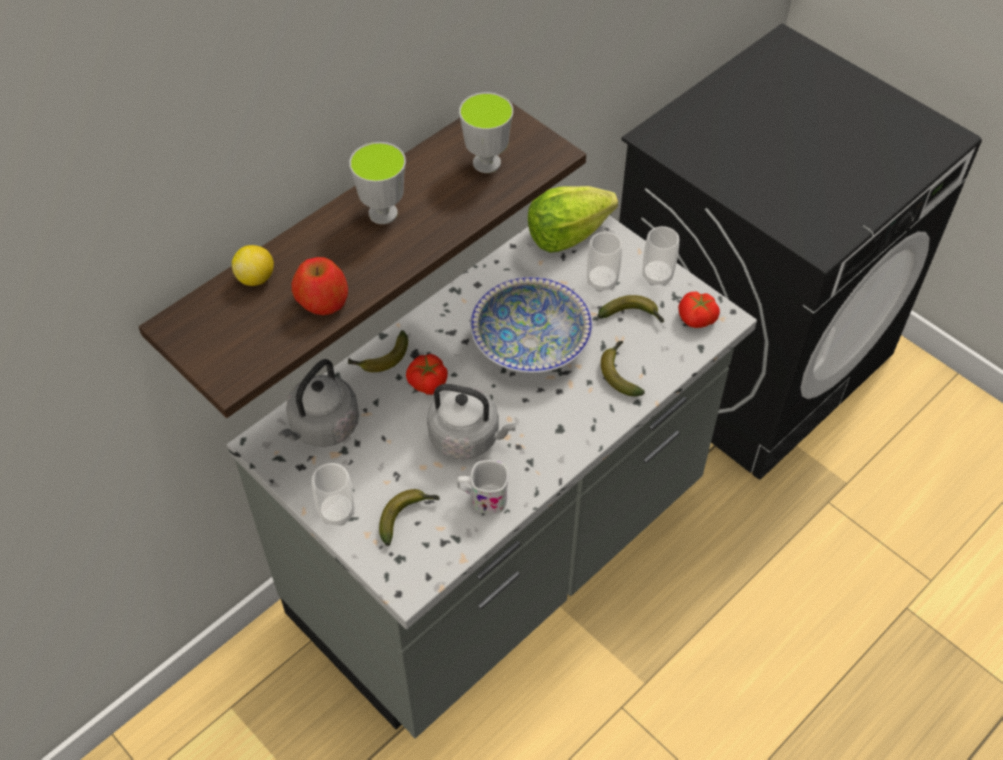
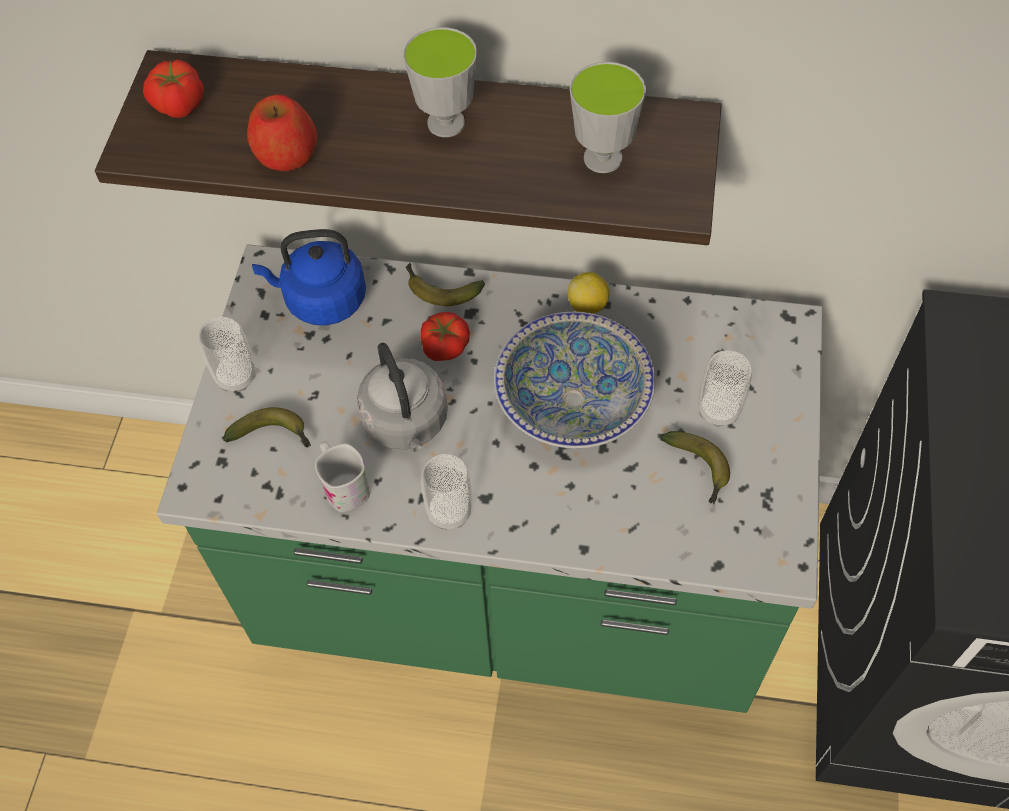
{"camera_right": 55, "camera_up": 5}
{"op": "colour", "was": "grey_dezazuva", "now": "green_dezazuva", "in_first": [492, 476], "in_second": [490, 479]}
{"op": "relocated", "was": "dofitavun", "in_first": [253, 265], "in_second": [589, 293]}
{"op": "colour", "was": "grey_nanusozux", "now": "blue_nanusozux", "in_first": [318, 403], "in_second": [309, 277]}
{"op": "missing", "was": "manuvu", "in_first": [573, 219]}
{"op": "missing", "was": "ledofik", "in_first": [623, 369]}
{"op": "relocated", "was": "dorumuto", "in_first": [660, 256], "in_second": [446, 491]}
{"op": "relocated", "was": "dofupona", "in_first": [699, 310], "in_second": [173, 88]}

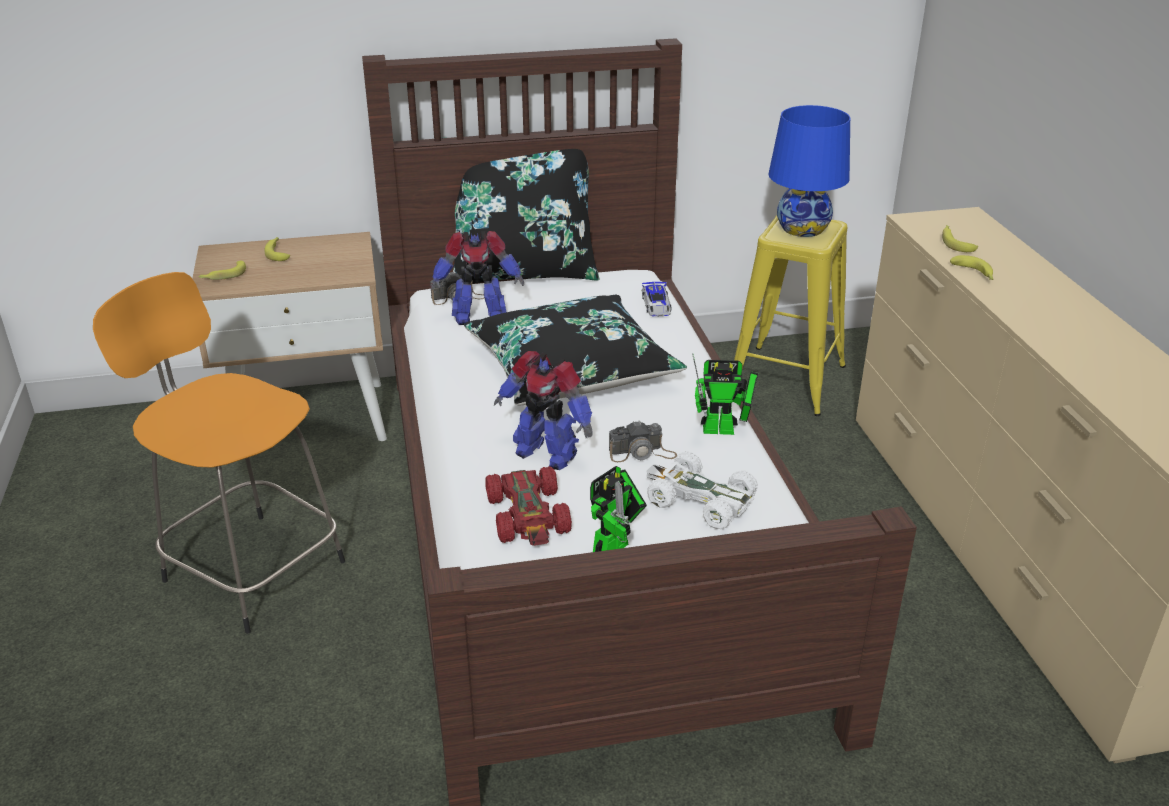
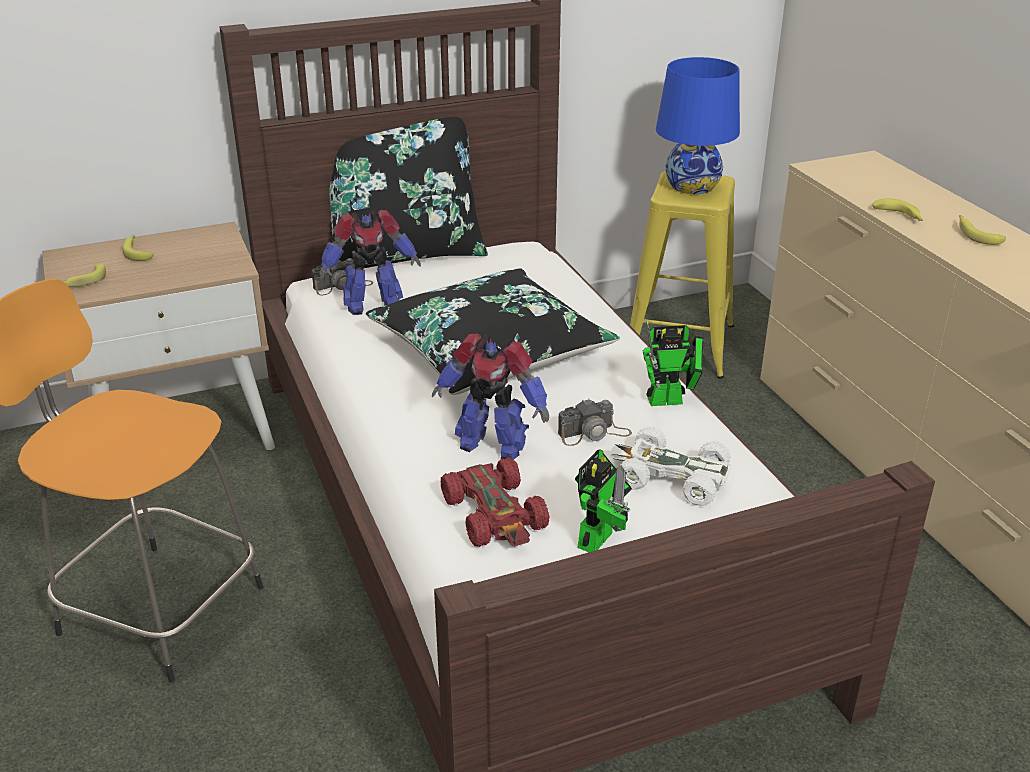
{"camera_right": -10, "camera_up": 0}
{"op": "missing", "was": "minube", "in_first": [656, 299]}
{"op": "relocated", "was": "ledofik", "in_first": [960, 238], "in_second": [982, 230]}

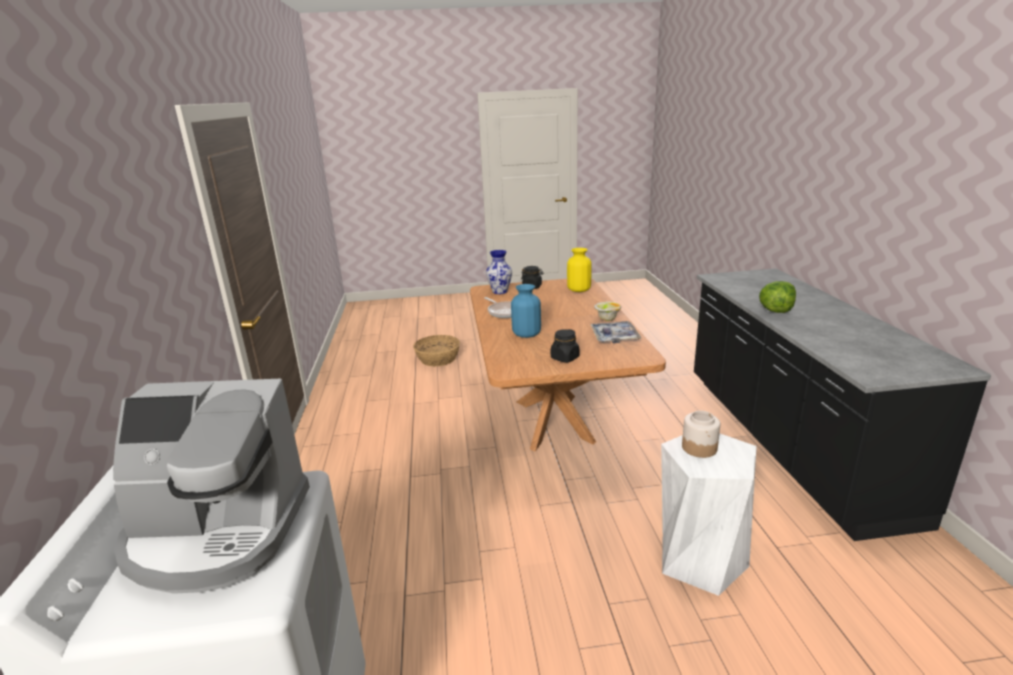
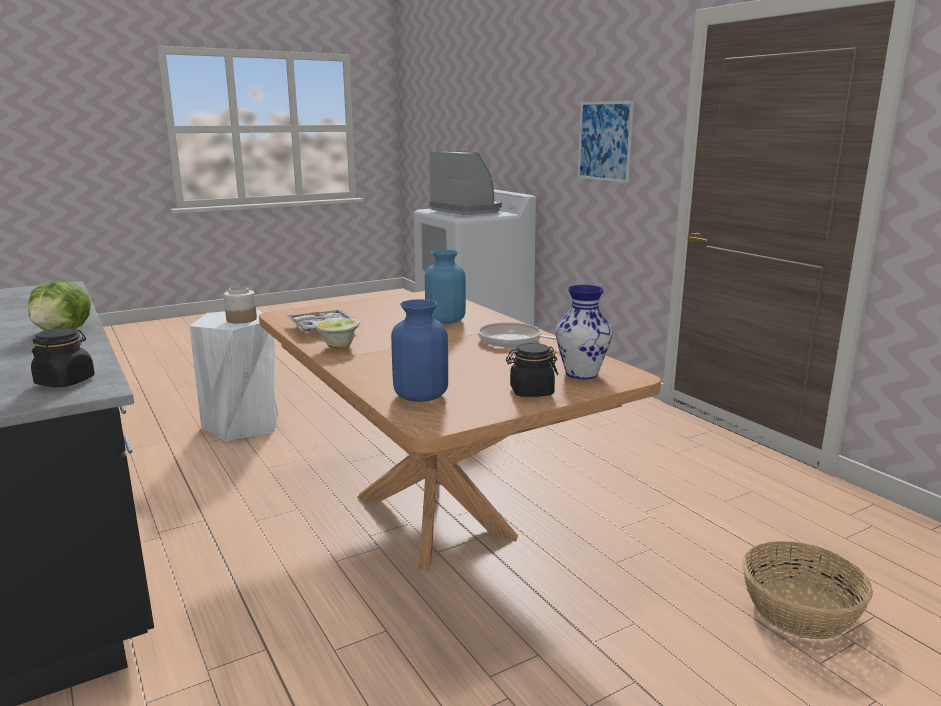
{"camera_right": 155, "camera_up": -5}
{"op": "spun", "was": "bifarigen", "in_first": [211, 486], "in_second": [465, 183], "clockwise": 75}
{"op": "relocated", "was": "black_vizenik", "in_first": [565, 346], "in_second": [63, 357]}
{"op": "colour", "was": "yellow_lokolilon", "now": "blue_lokolilon", "in_first": [579, 270], "in_second": [419, 350]}
{"op": "appeared", "now": "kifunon", "in_second": [606, 142]}

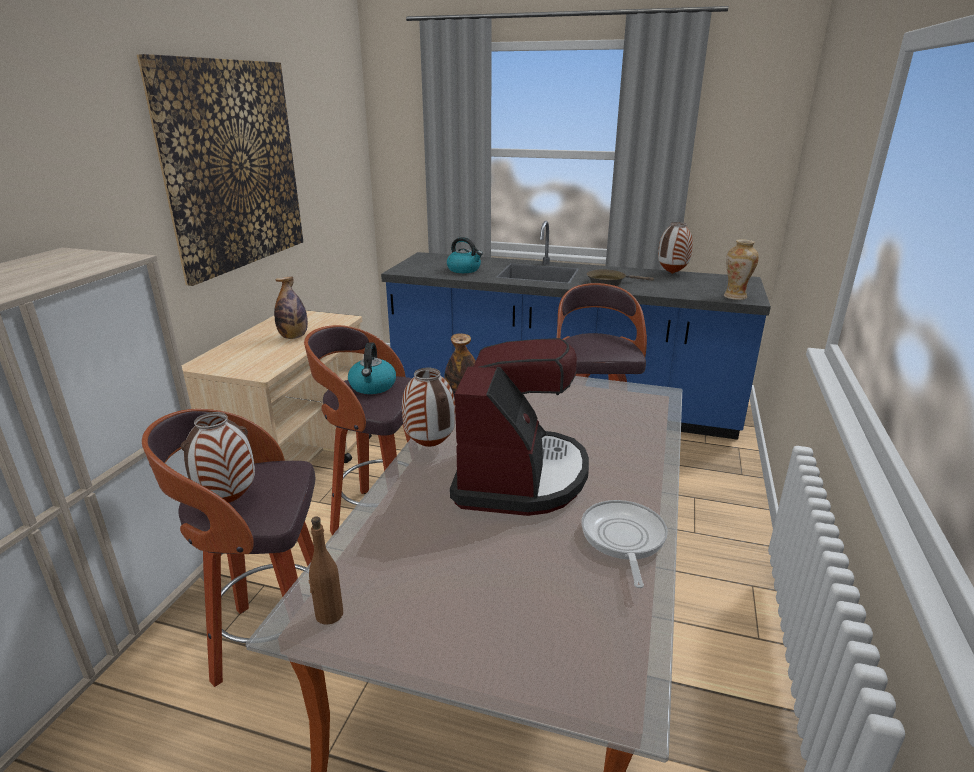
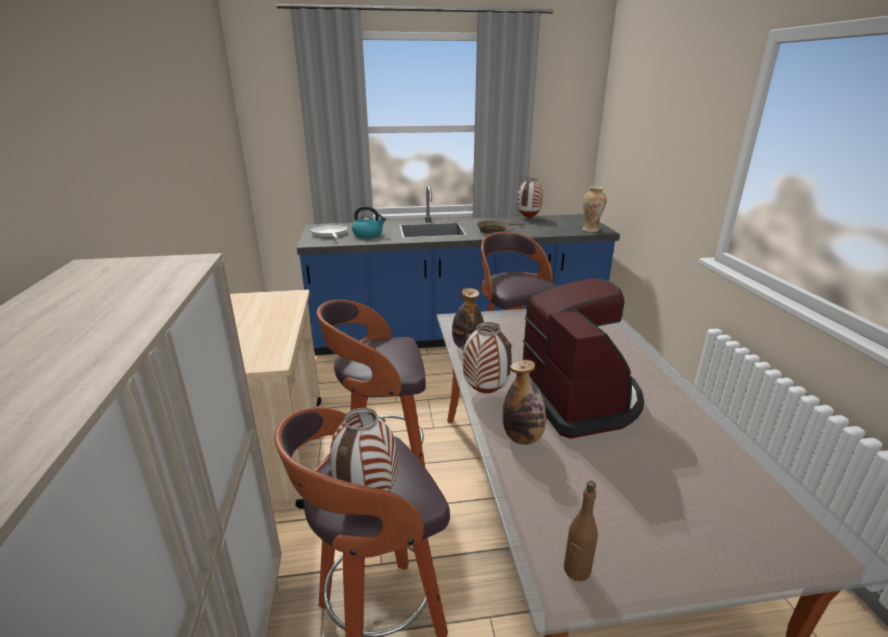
{"camera_right": -25, "camera_up": 0}
{"op": "missing", "was": "kifunon", "in_first": [220, 170]}
{"op": "relocated", "was": "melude", "in_first": [291, 308], "in_second": [524, 402]}
{"op": "missing", "was": "nanusozux", "in_first": [372, 368]}
{"op": "relocated", "was": "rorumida", "in_first": [624, 544], "in_second": [329, 231]}

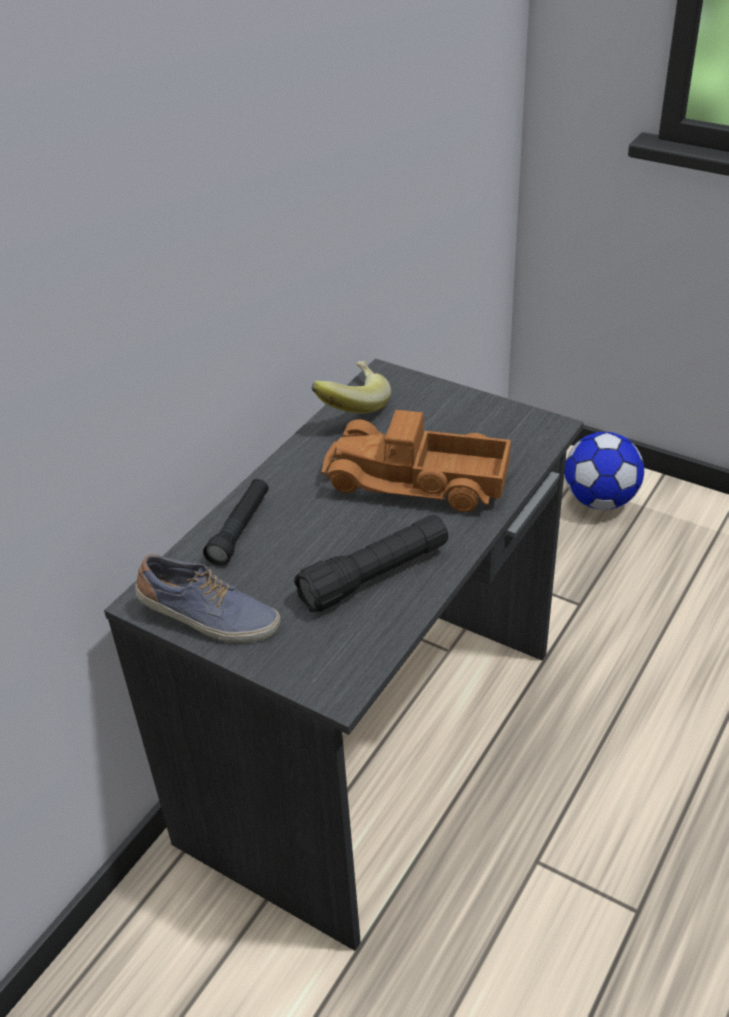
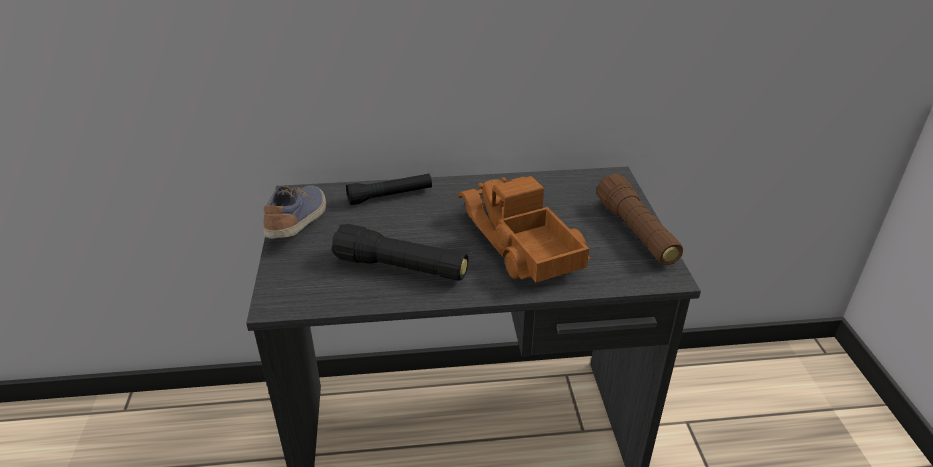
{"camera_right": 50, "camera_up": -5}
{"op": "spun", "was": "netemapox", "in_first": [208, 598], "in_second": [295, 212], "clockwise": -150}
{"op": "missing", "was": "ledofik", "in_first": [351, 387]}
{"op": "missing", "was": "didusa", "in_first": [604, 471]}
{"op": "appeared", "now": "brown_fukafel", "in_second": [640, 219]}

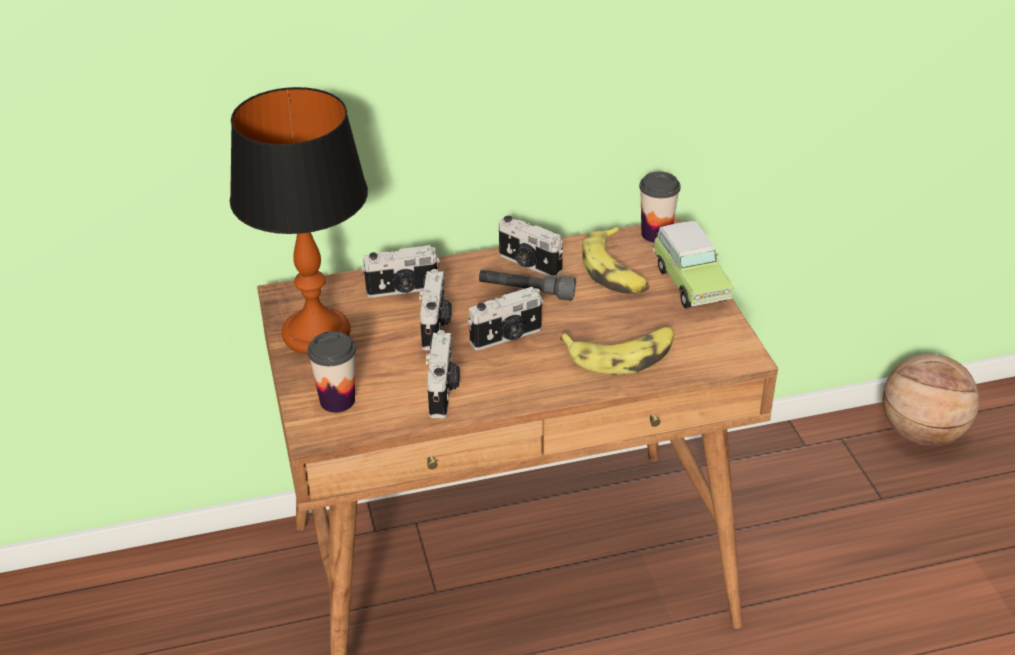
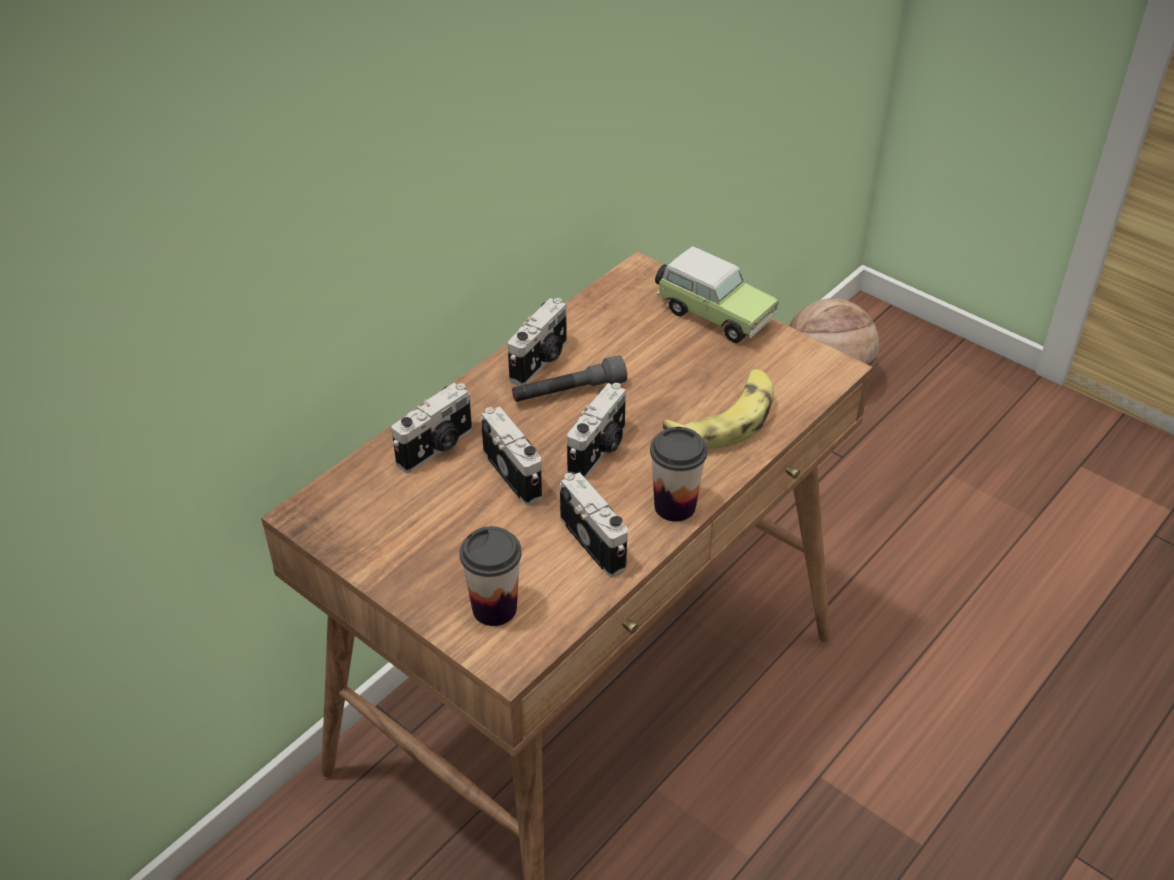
{"camera_right": -35, "camera_up": 5}
{"op": "missing", "was": "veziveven", "in_first": [299, 220]}
{"op": "spun", "was": "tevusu", "in_first": [531, 246], "in_second": [537, 342], "clockwise": -60}
{"op": "missing", "was": "ledofik", "in_first": [615, 260]}
{"op": "relocated", "was": "dorumuto", "in_first": [659, 207], "in_second": [678, 474]}

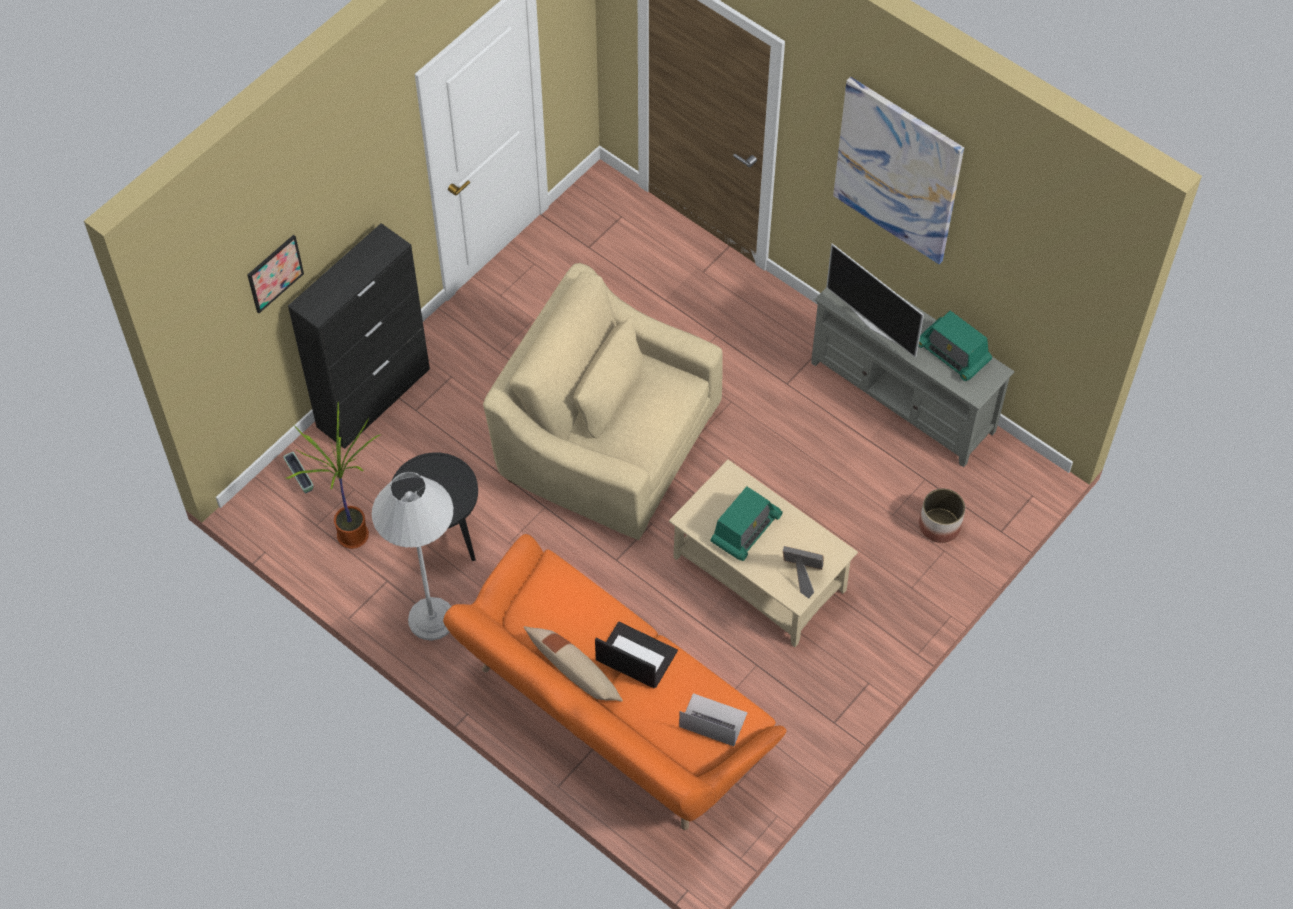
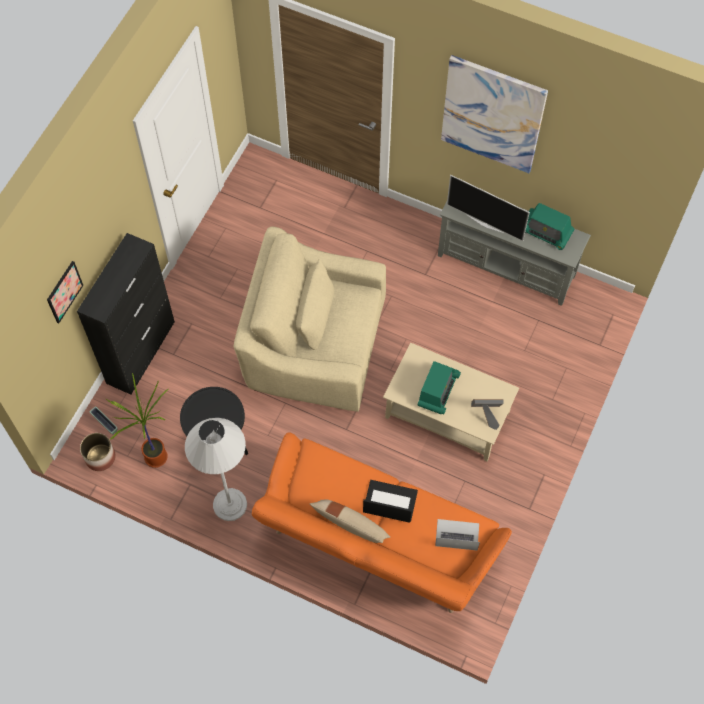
{"camera_right": -15, "camera_up": 5}
{"op": "relocated", "was": "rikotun", "in_first": [942, 515], "in_second": [97, 452]}

